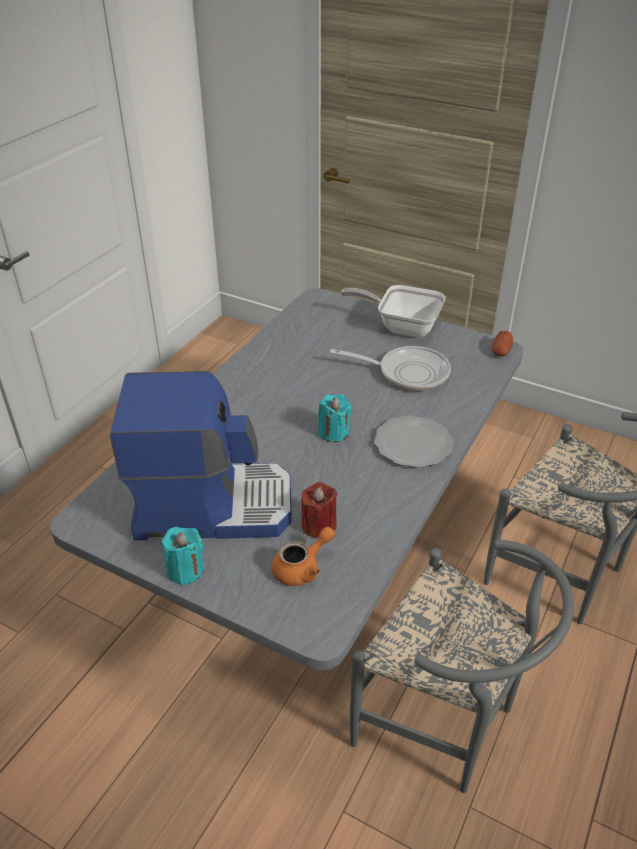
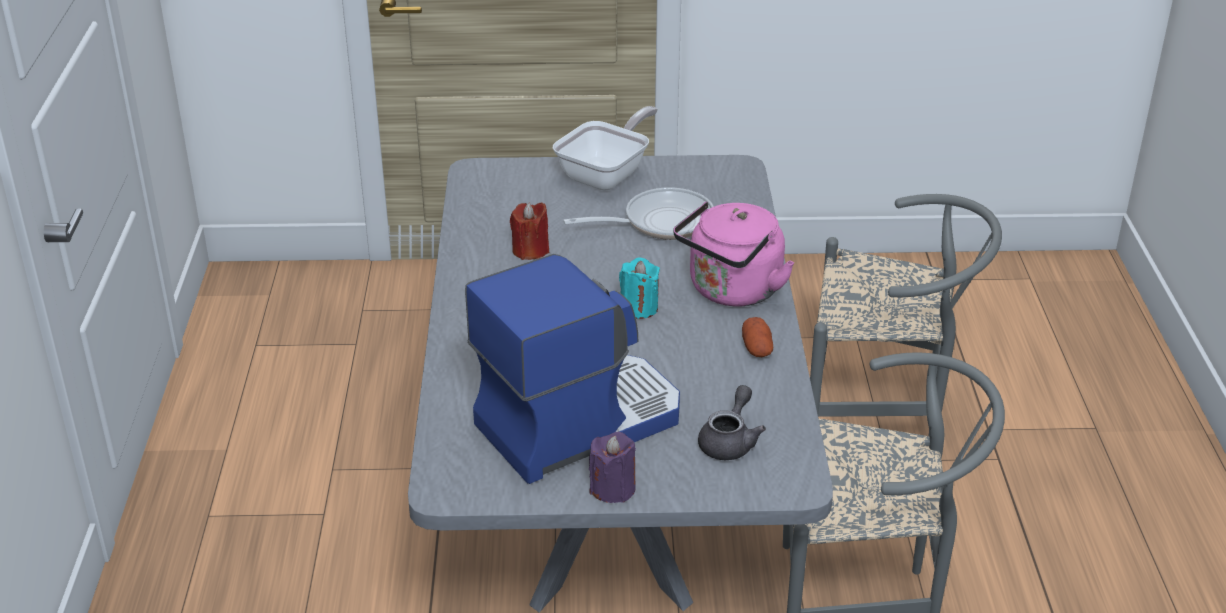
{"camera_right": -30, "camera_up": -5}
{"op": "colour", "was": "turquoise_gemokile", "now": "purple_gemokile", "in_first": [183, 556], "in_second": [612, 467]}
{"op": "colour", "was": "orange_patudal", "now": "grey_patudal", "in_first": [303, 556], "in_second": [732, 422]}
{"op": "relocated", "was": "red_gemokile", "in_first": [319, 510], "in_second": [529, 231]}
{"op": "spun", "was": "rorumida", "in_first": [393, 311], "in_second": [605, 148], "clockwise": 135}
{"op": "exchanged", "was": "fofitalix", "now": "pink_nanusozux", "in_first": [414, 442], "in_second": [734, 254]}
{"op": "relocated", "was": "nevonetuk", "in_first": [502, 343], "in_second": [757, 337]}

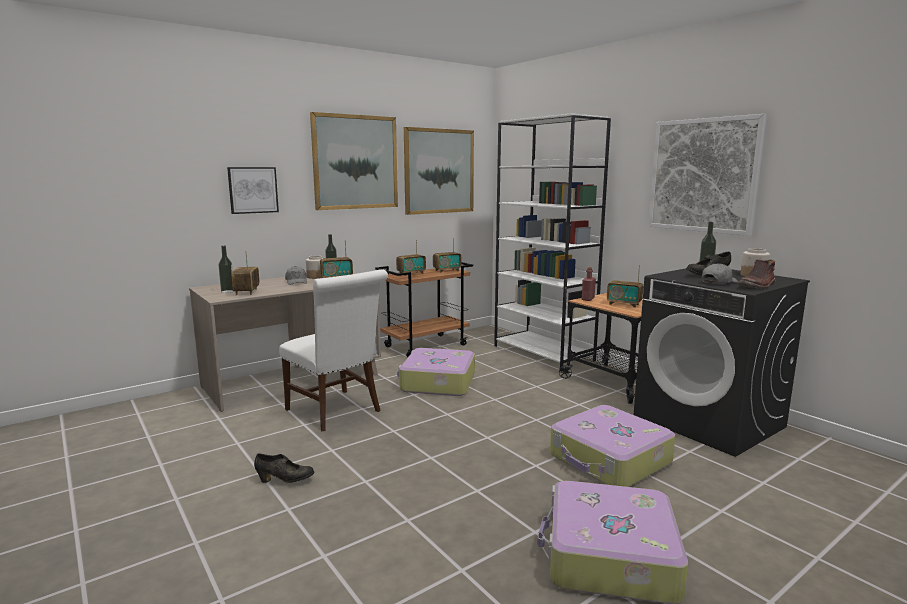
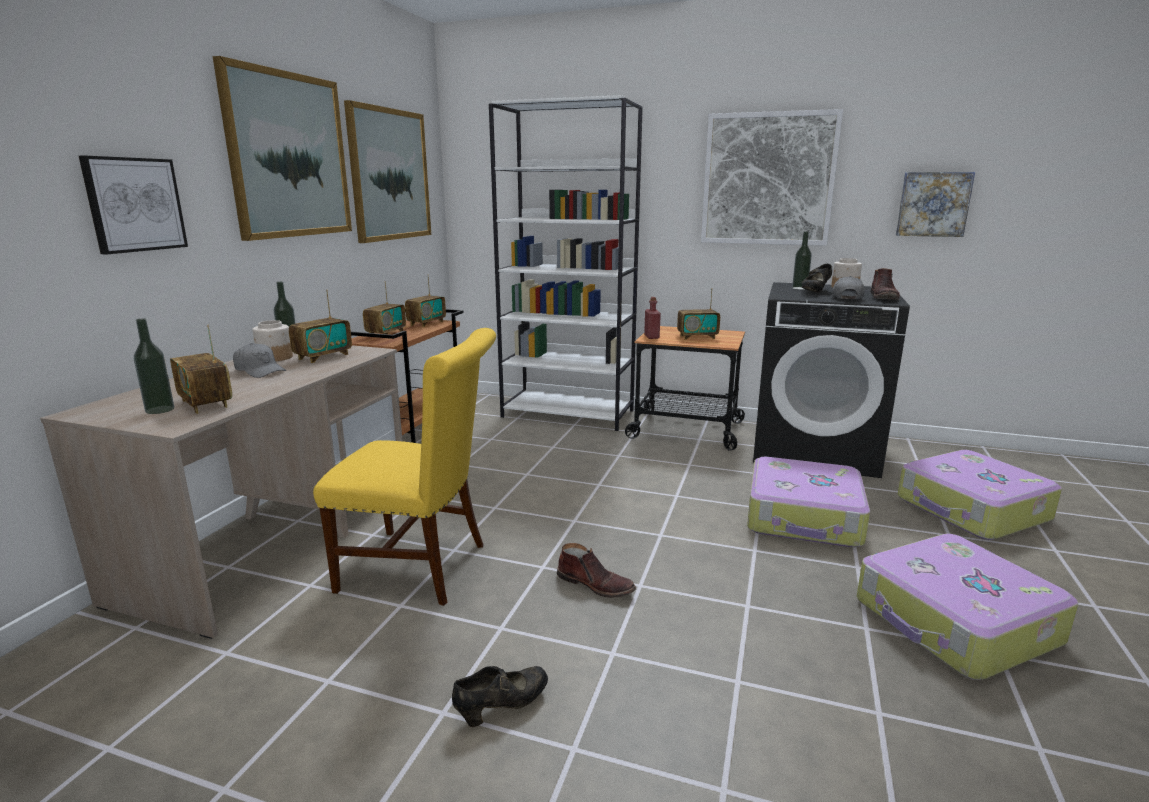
{"camera_right": -35, "camera_up": 5}
{"op": "colour", "was": "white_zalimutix", "now": "yellow_zalimutix", "in_first": [333, 350], "in_second": [404, 467]}
{"op": "relocated", "was": "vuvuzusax", "in_first": [436, 372], "in_second": [980, 495]}
{"op": "appeared", "now": "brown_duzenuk", "in_second": [596, 570]}
{"op": "appeared", "now": "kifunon", "in_second": [935, 204]}

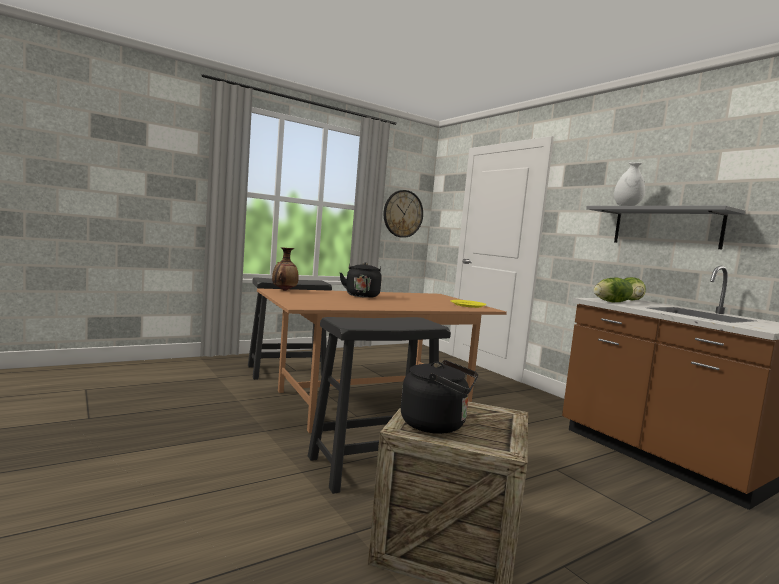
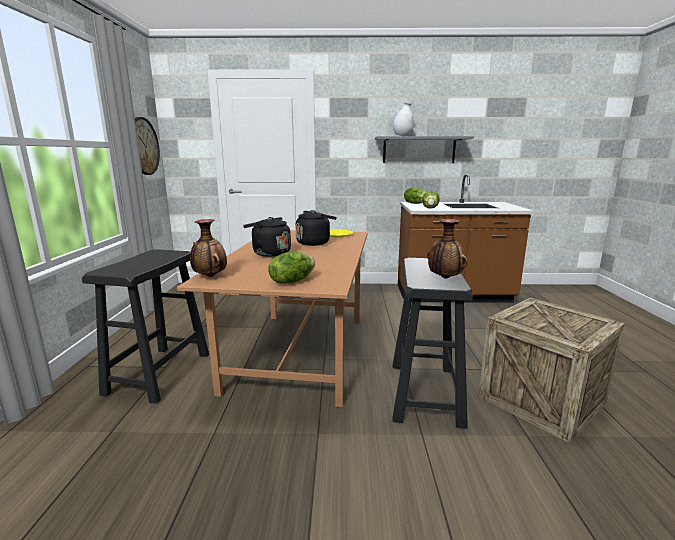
{"camera_right": -55, "camera_up": 10}
{"op": "relocated", "was": "black_nanusozux", "in_first": [439, 397], "in_second": [316, 228]}
{"op": "appeared", "now": "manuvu", "in_second": [291, 268]}
{"op": "appeared", "now": "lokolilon", "in_second": [447, 248]}

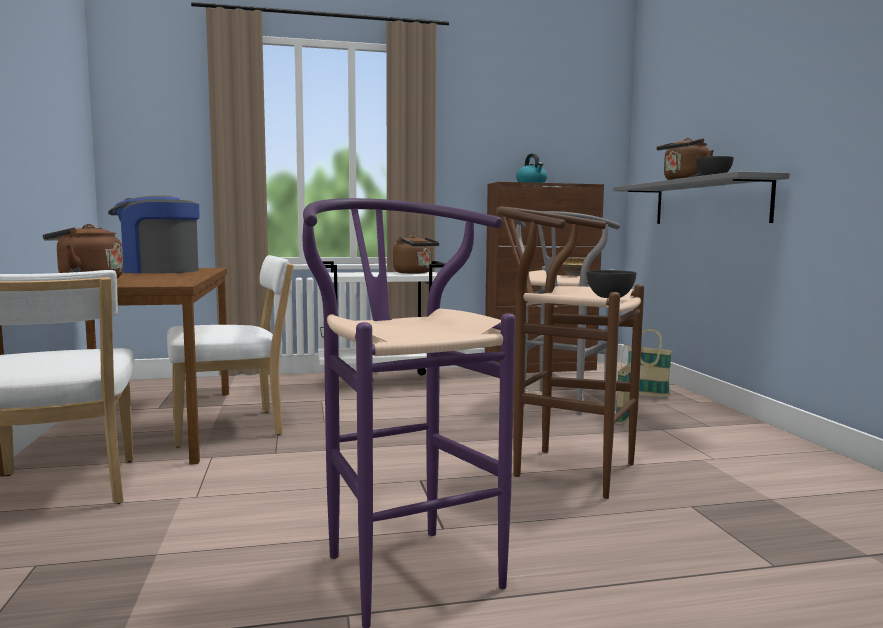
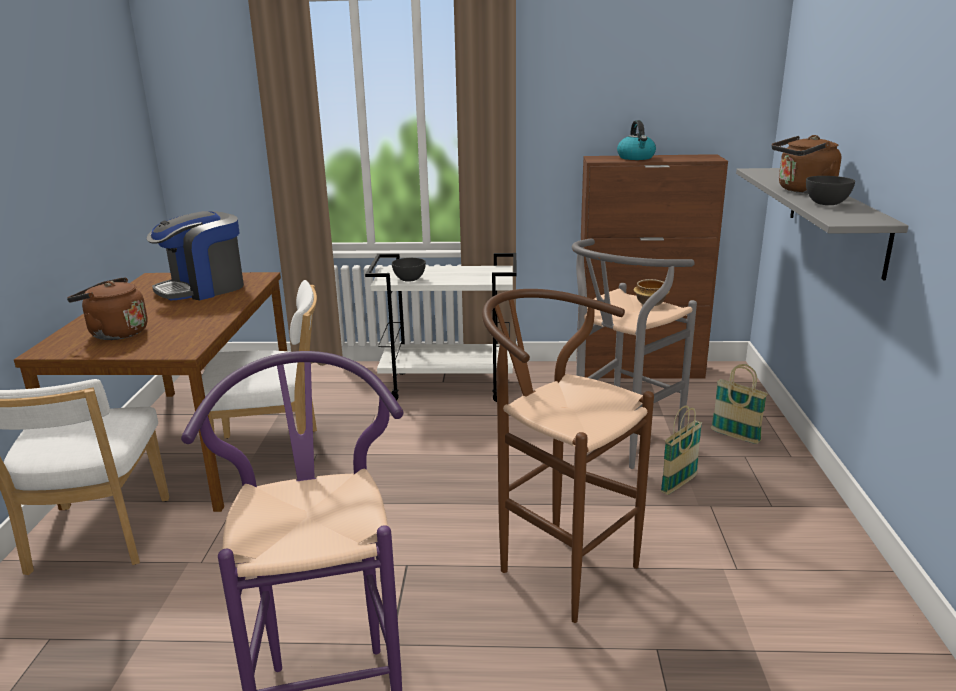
{"camera_right": 15, "camera_up": 15}
{"op": "spun", "was": "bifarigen", "in_first": [154, 234], "in_second": [195, 255], "clockwise": -60}
{"op": "missing", "was": "brown_nanusozux", "in_first": [416, 254]}
{"op": "relocated", "was": "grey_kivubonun", "in_first": [612, 284], "in_second": [409, 270]}

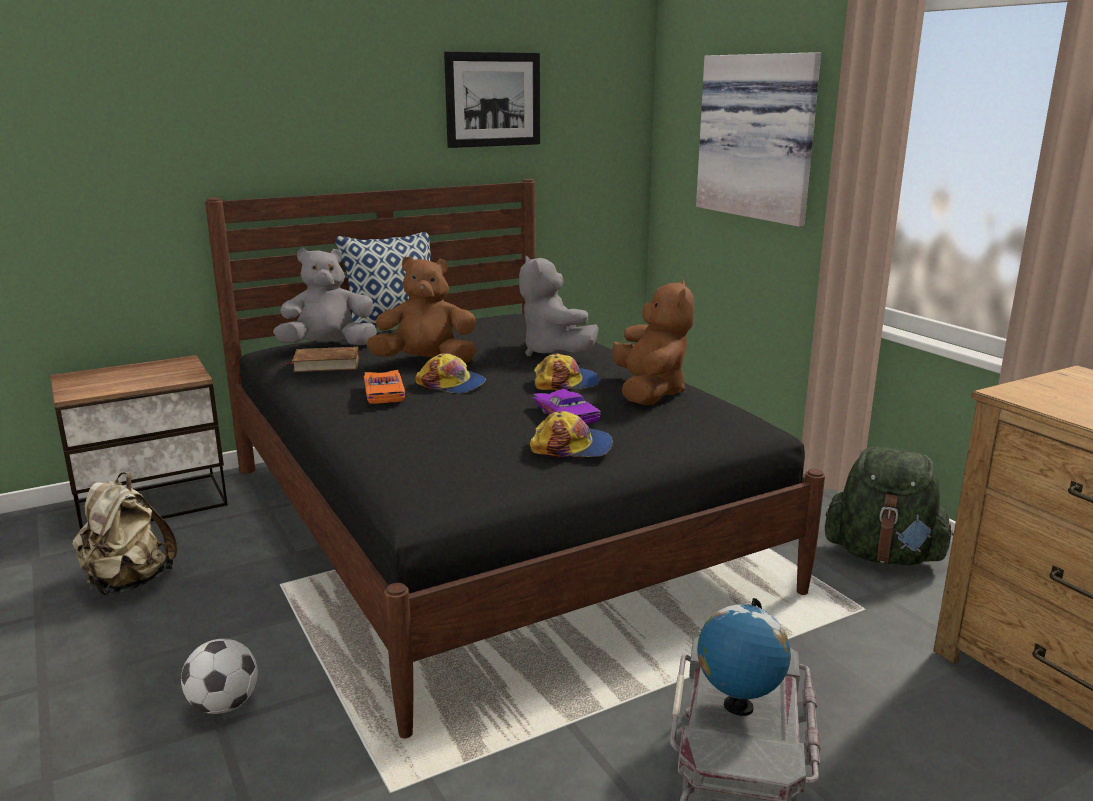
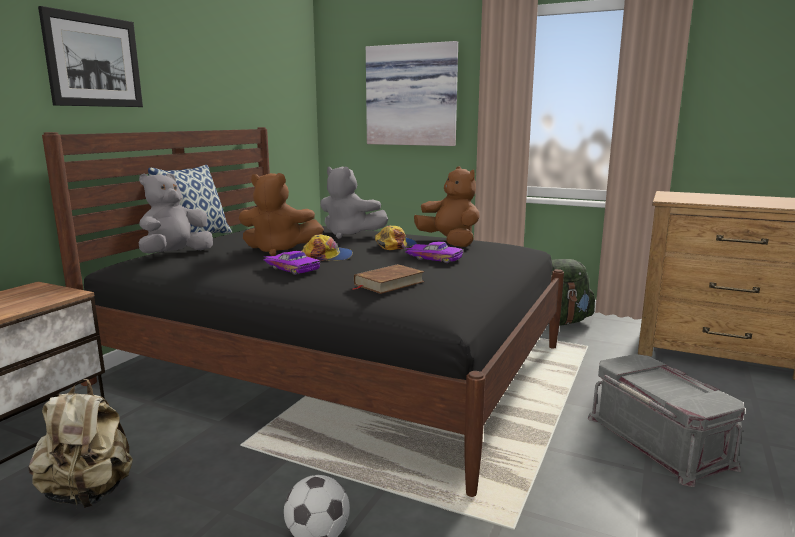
{"camera_right": -35, "camera_up": -5}
{"op": "relocated", "was": "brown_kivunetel", "in_first": [322, 359], "in_second": [389, 279]}
{"op": "colour", "was": "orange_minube", "now": "purple_minube", "in_first": [384, 387], "in_second": [291, 263]}
{"op": "spun", "was": "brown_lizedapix", "in_first": [421, 309], "in_second": [281, 214], "clockwise": -135}
{"op": "relocated", "was": "kifunon", "in_first": [492, 99], "in_second": [90, 56]}
{"op": "missing", "was": "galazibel", "in_first": [571, 434]}
{"op": "missing", "was": "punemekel", "in_first": [744, 657]}

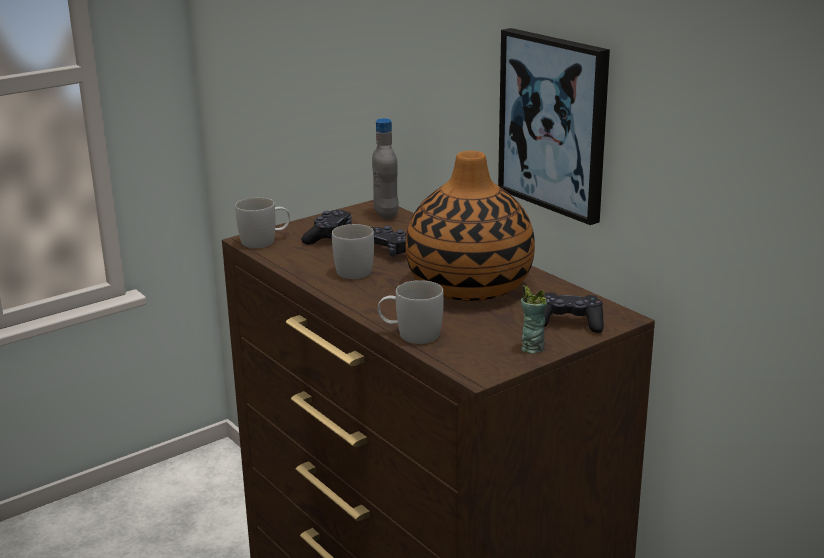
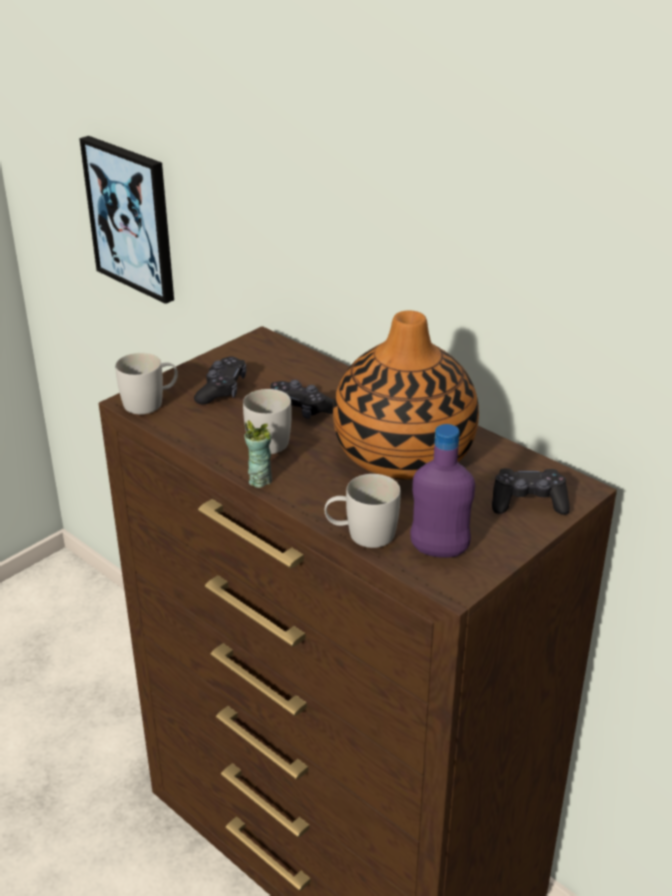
{"camera_right": -10, "camera_up": 10}
{"op": "missing", "was": "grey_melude", "in_first": [385, 169]}
{"op": "relocated", "was": "kifunon", "in_first": [554, 126], "in_second": [126, 220]}
{"op": "relocated", "was": "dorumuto", "in_first": [534, 319], "in_second": [258, 454]}
{"op": "appeared", "now": "purple_melude", "in_second": [442, 491]}

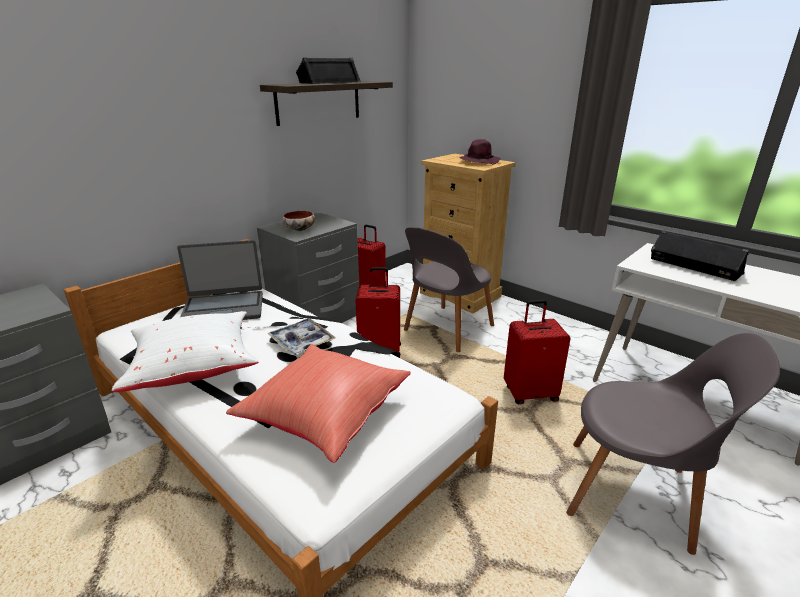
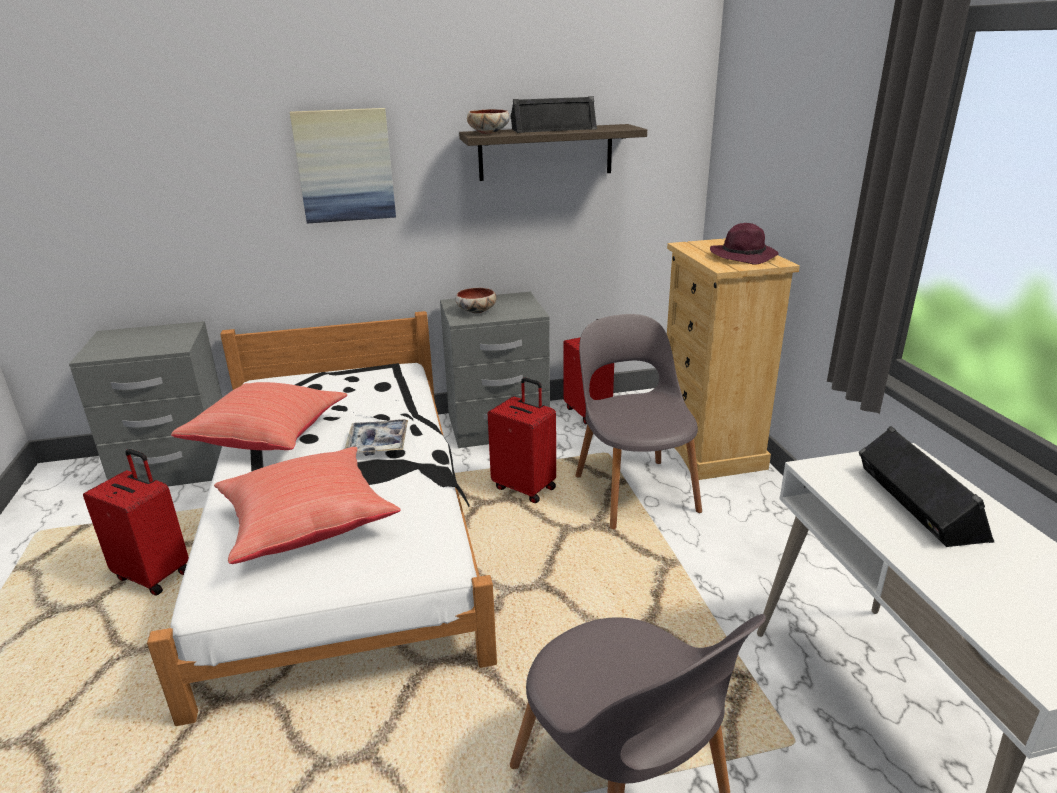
{"camera_right": 35, "camera_up": 0}
{"op": "colour", "was": "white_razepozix", "now": "red_razepozix", "in_first": [185, 351], "in_second": [259, 416]}
{"op": "missing", "was": "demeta", "in_first": [220, 280]}
{"op": "spun", "was": "grey_zalimutix", "in_first": [449, 289], "in_second": [638, 421], "clockwise": 90}
{"op": "relocated", "was": "red_vuvuzusax", "in_first": [537, 352], "in_second": [136, 522]}
{"op": "appeared", "now": "kifunon", "in_second": [343, 166]}
{"op": "appeared", "now": "kivubonun", "in_second": [488, 121]}

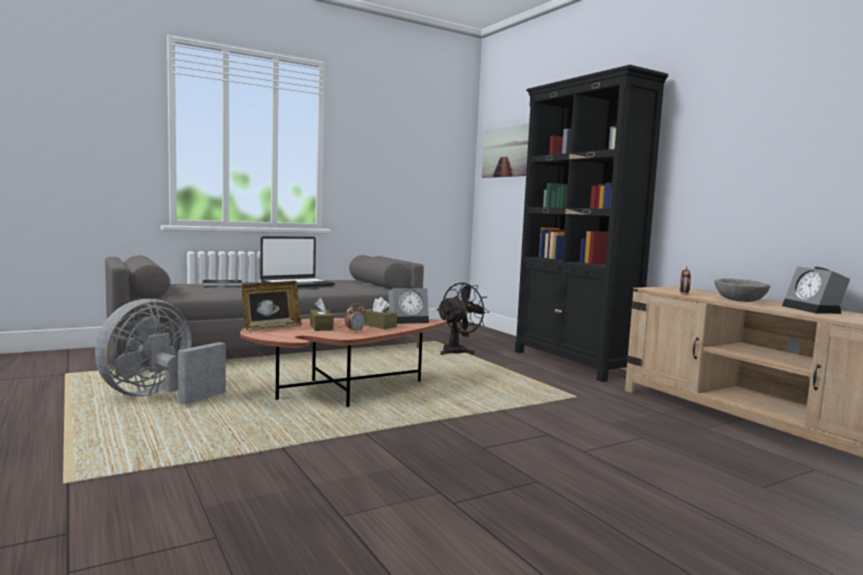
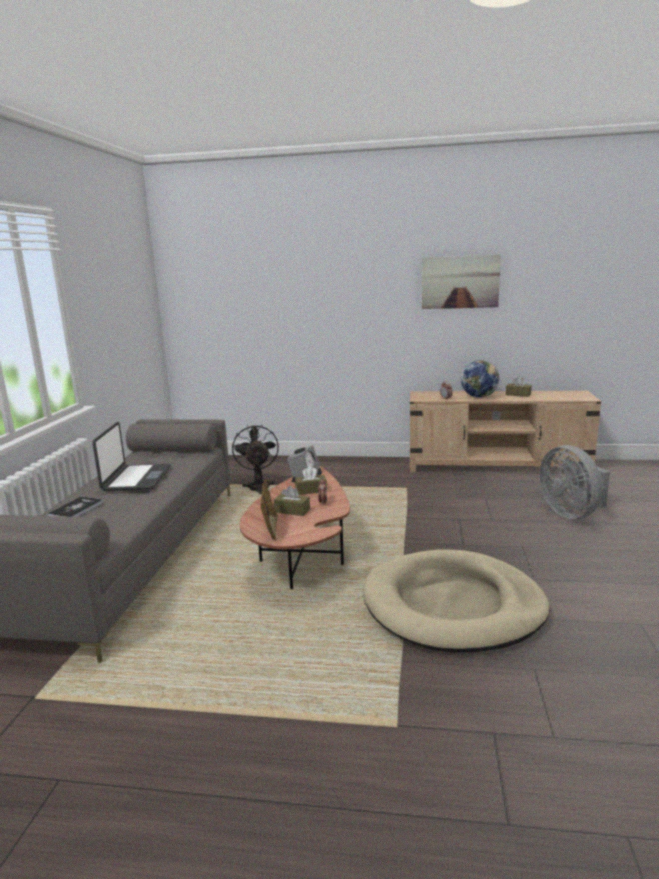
{"camera_right": -50, "camera_up": 10}
{"op": "relocated", "was": "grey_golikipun", "in_first": [160, 351], "in_second": [574, 482]}
{"op": "relocated", "was": "kifunon", "in_first": [505, 150], "in_second": [461, 282]}
{"op": "missing", "was": "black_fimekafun", "in_first": [591, 223]}
{"op": "exchanged", "was": "grey_kivubonun", "now": "punemekel", "in_first": [742, 290], "in_second": [480, 379]}
{"op": "exchanged", "was": "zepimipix", "now": "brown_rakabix", "in_first": [816, 290], "in_second": [519, 386]}
{"op": "appeared", "now": "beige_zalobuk", "in_second": [456, 601]}

